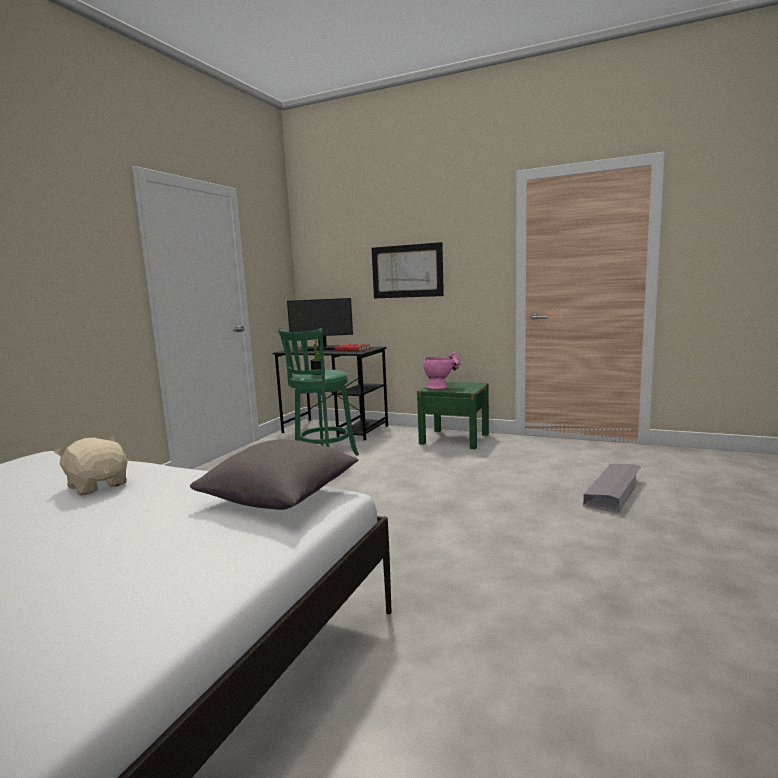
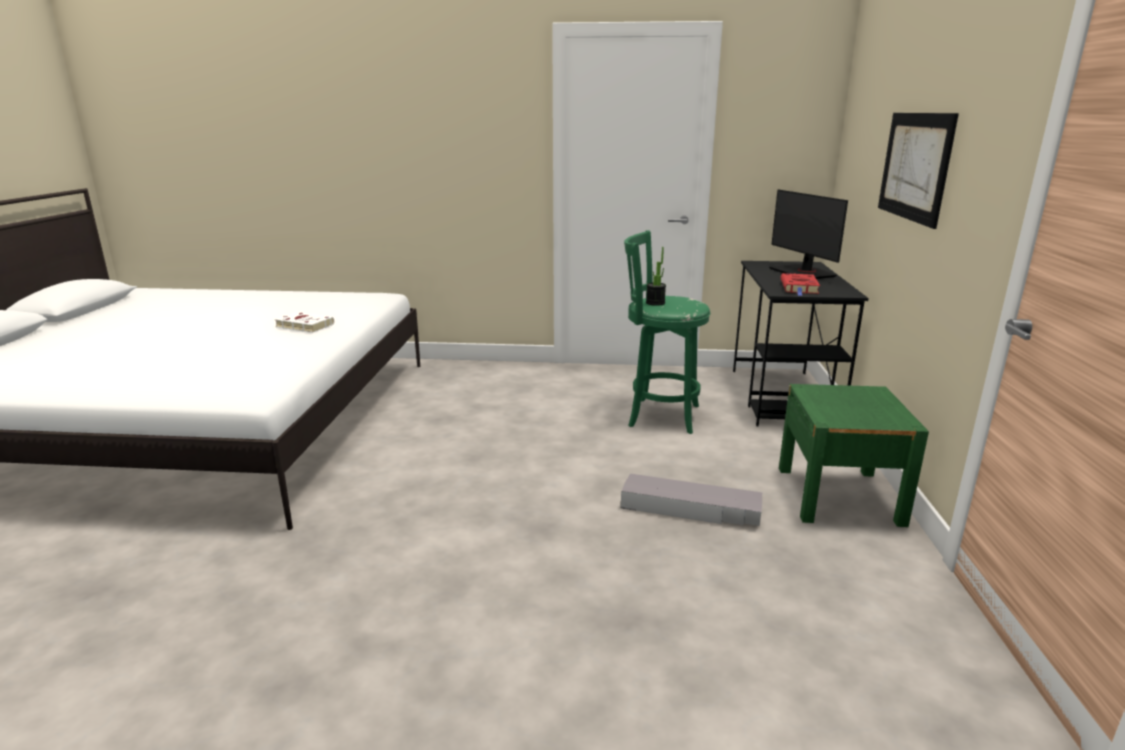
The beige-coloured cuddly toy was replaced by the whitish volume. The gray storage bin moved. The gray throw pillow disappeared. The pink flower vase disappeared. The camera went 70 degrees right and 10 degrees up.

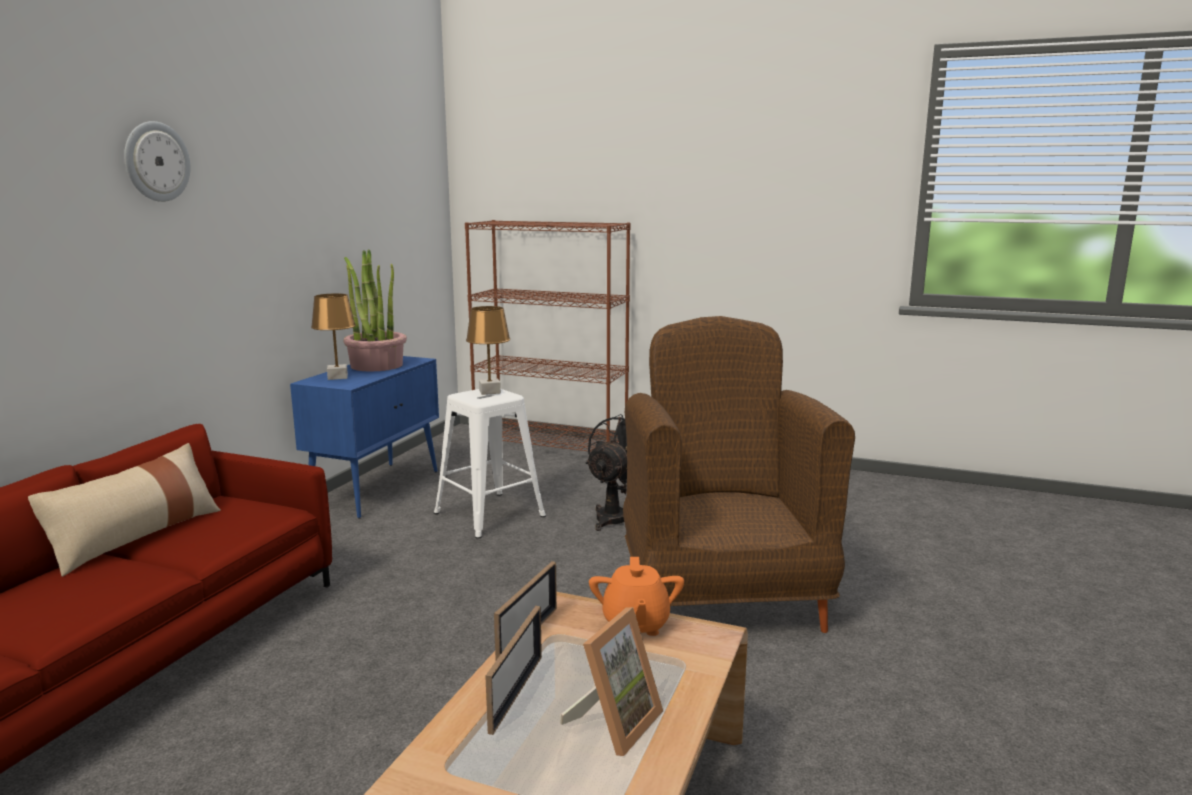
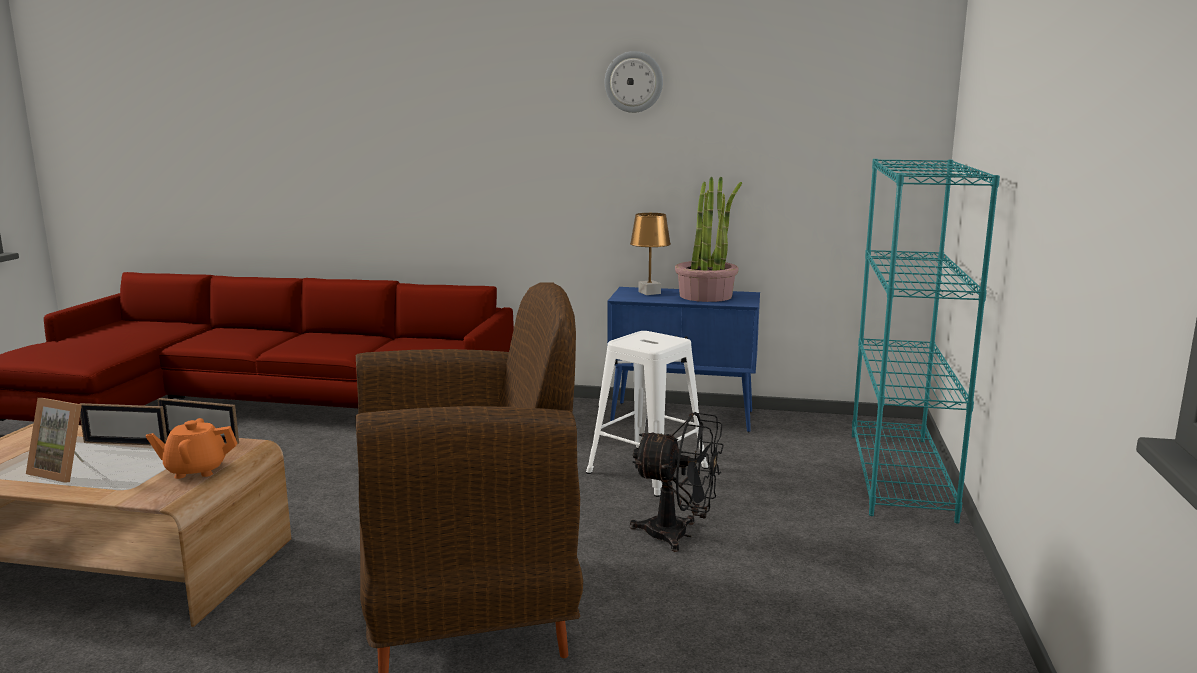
The wall clock moved. The brown-coloured shelving unit became the turquoise-coloured shelving unit. The beige-coloured throw pillow disappeared. The brown-coloured table lamp (no. 2 from left) disappeared. The camera went 80 degrees right and 0 degrees up.

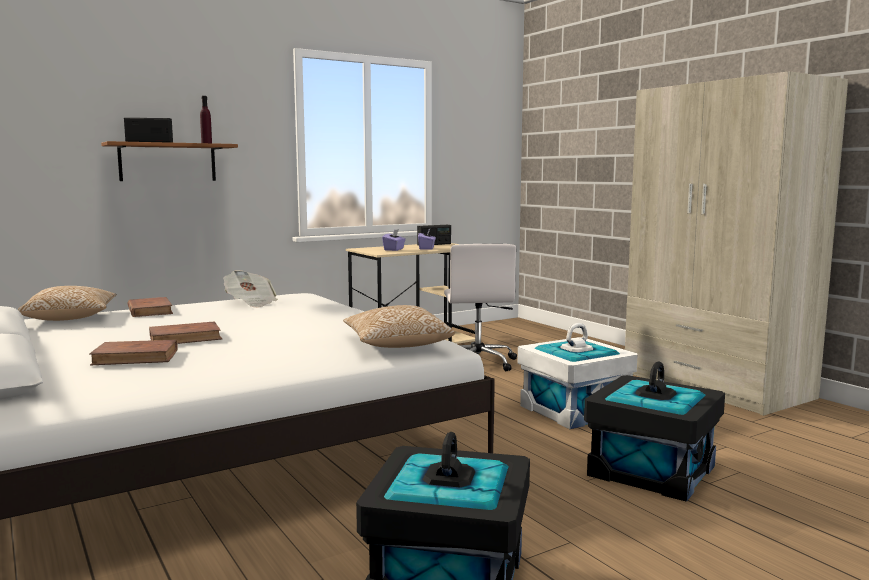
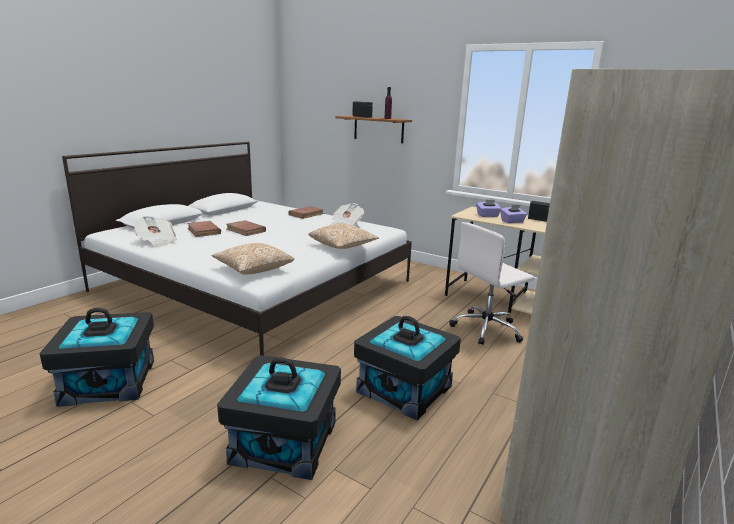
The daily paper (no. 1 from left) appeared. The throw pillow (no. 1 from left in the first image) moved. The whitish storage bin became the black-coloured storage bin (no. 3 from left). The camera went 65 degrees right and 10 degrees up.

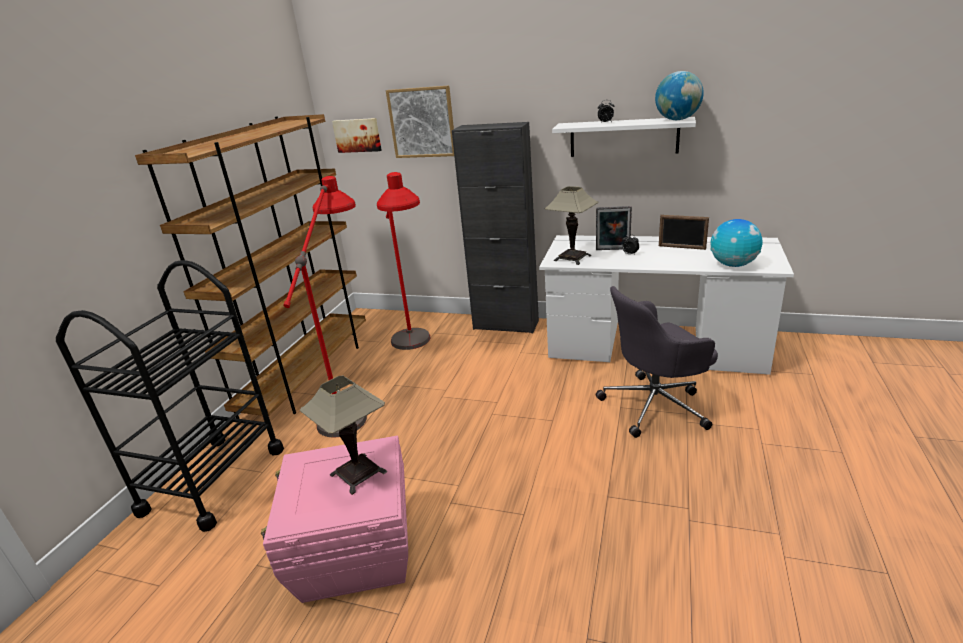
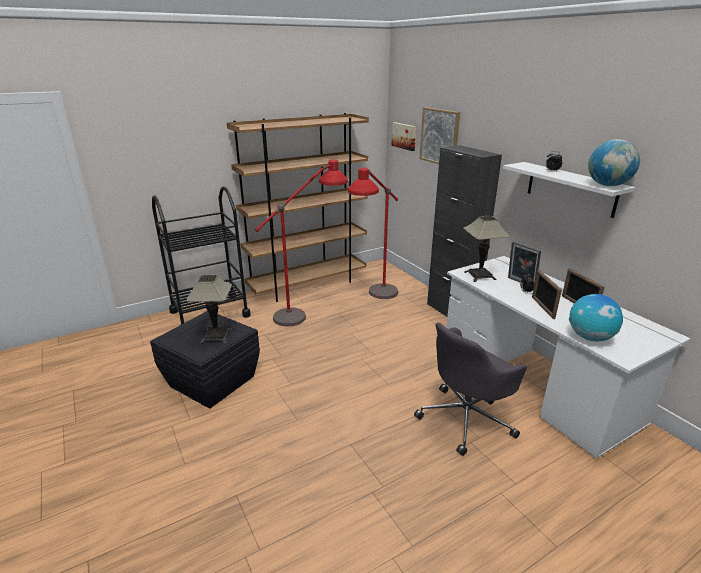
The pink storage bin became the black-coloured storage bin. The gray computer chair turned 60 degrees counterclockwise. The picture frame (no. 2 from left) appeared. The camera went 40 degrees right and 0 degrees up.

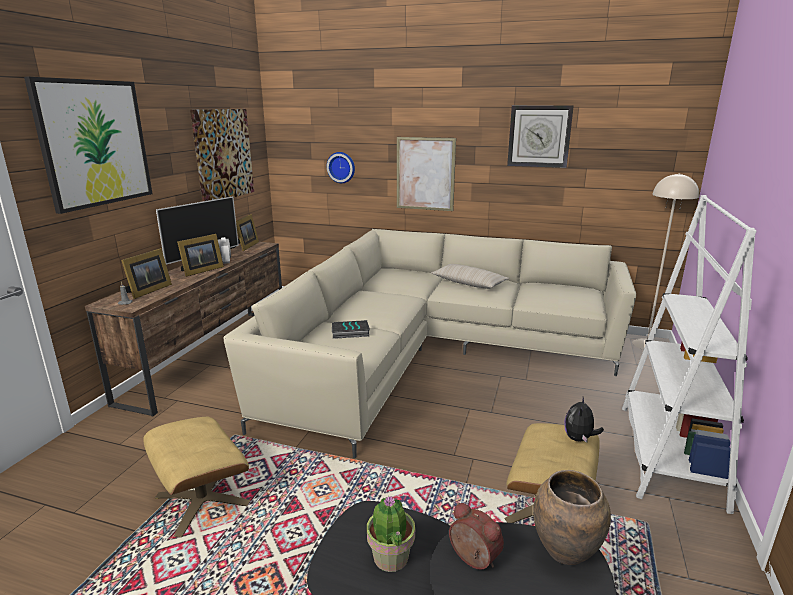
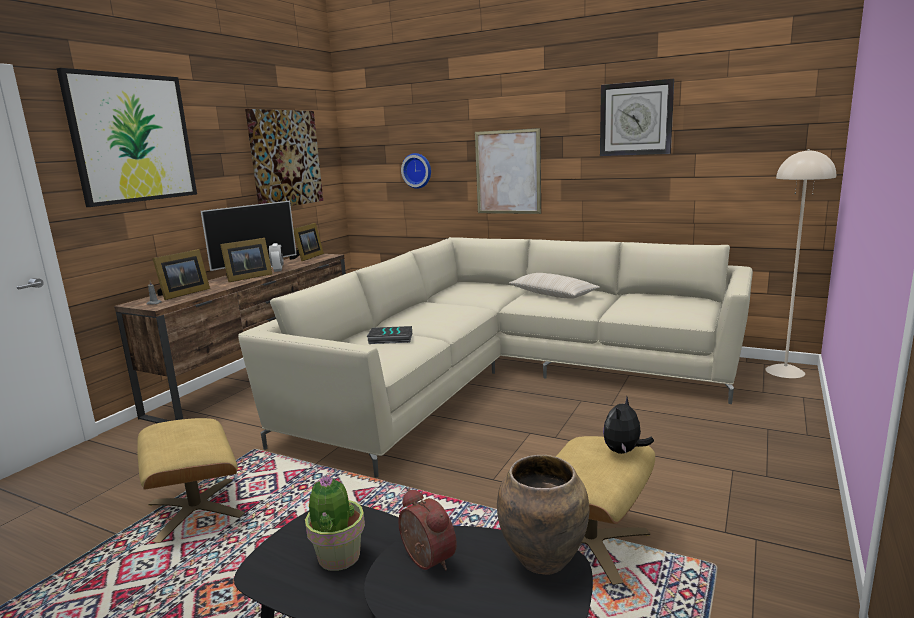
The whitish shelving unit disappeared. The camera went 10 degrees right and 5 degrees down.

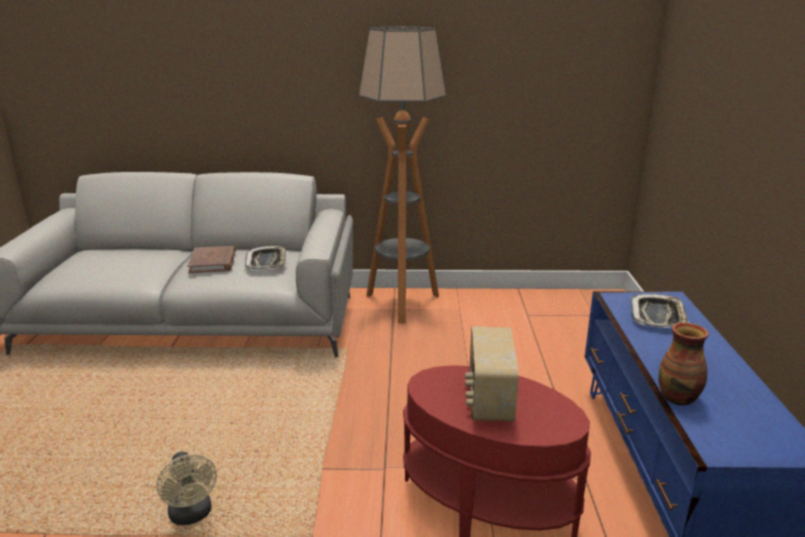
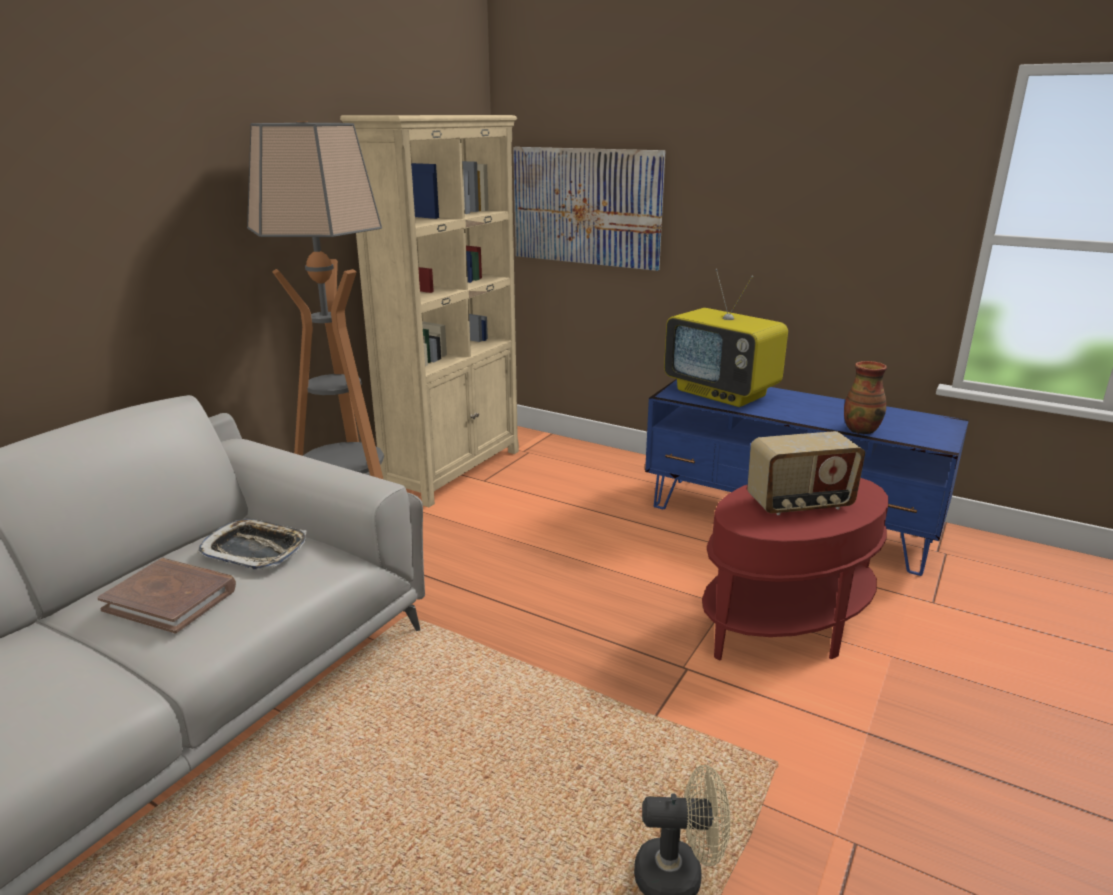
The beige-coloured shelving unit appeared. The wall art appeared. The carrying tray (no. 2 from left) was replaced by the TV set. The radio set turned 45 degrees counterclockwise. The camera went 60 degrees left and 0 degrees up.

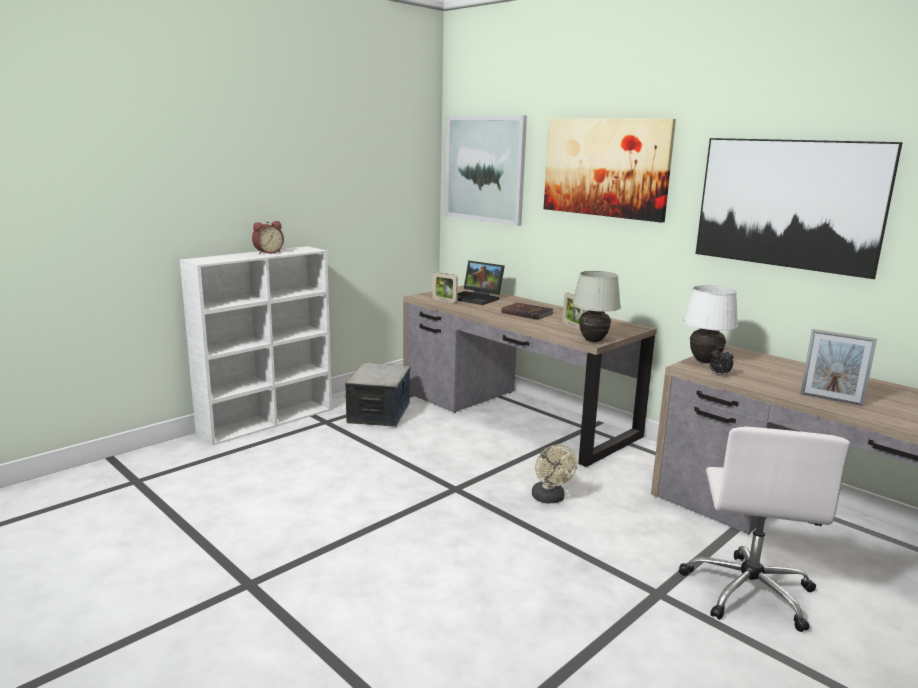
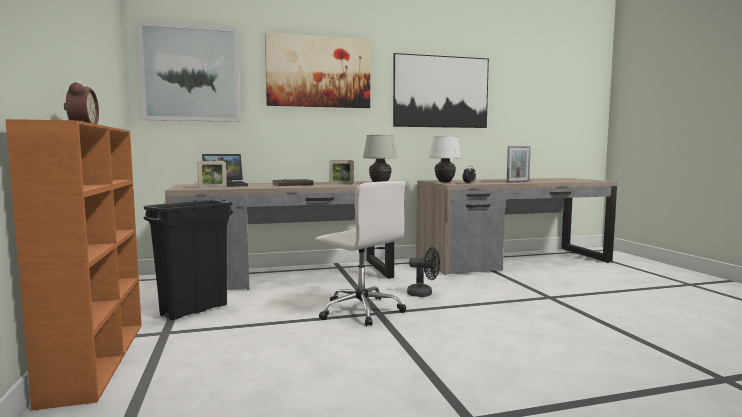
The whitish shelving unit became the orangey shelving unit. The storage bin was replaced by the black-coloured rubbish bin. The whitish computer chair moved. The beige-coloured electric fan became the black-coloured electric fan. The camera went 60 degrees left and 10 degrees down.

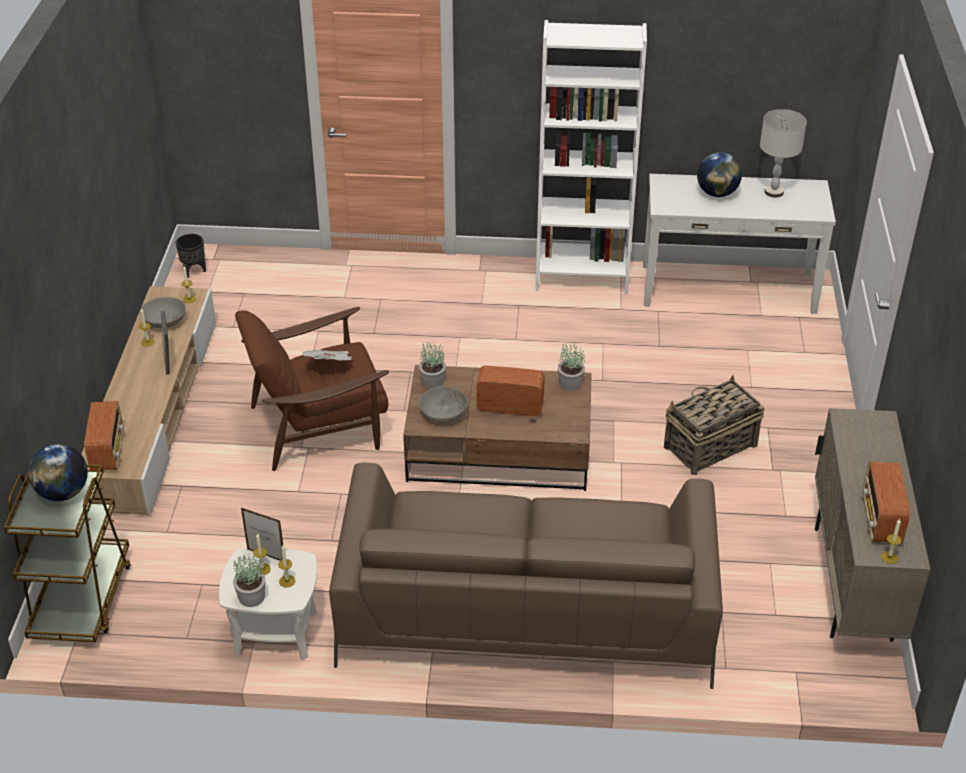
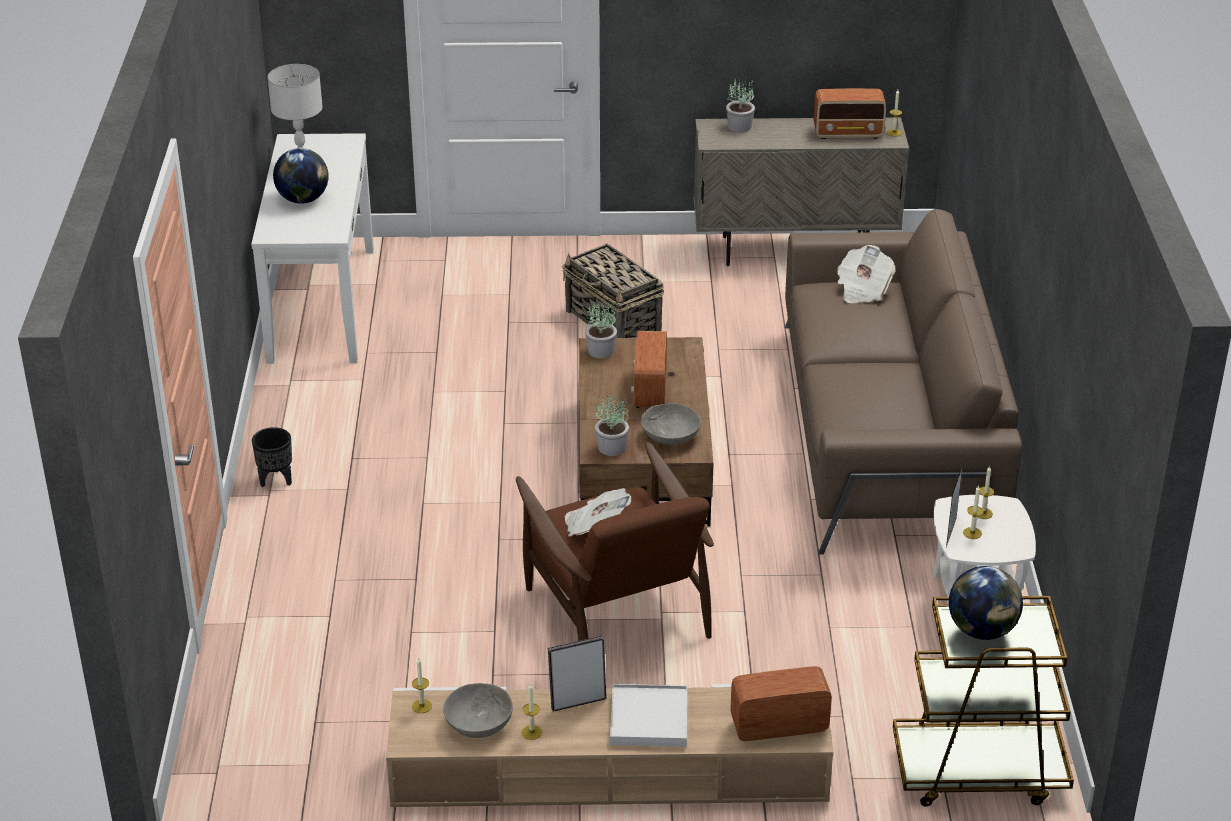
The black-coloured plant pot moved. The whitish carrying tray appeared. The houseplant (no. 1 from left in the first image) moved. The daily paper (no. 2 from left) appeared. The whitish shelving unit disappeared. The camera went 95 degrees left and 5 degrees down.

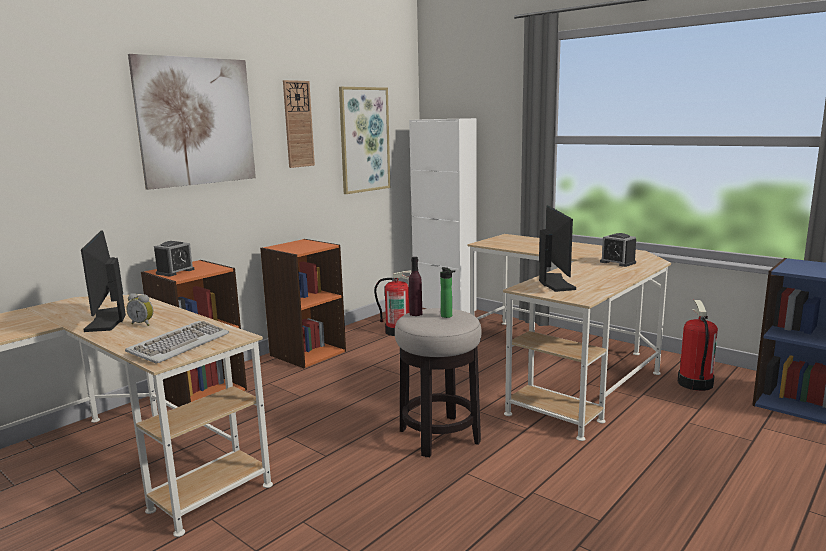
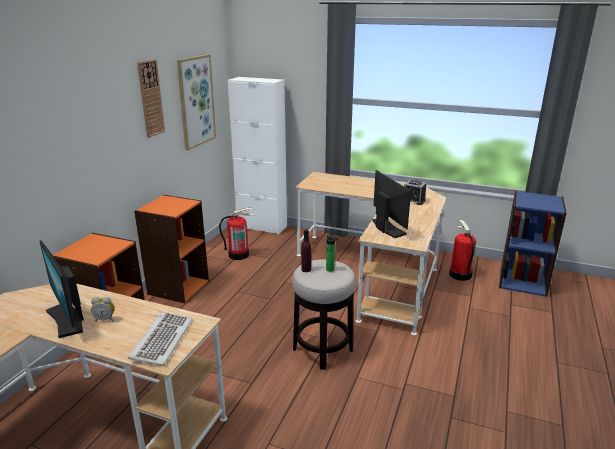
The wall art (no. 1 from left) disappeared. The alarm clock (no. 2 from left) disappeared. The camera went 20 degrees left and 10 degrees up.

